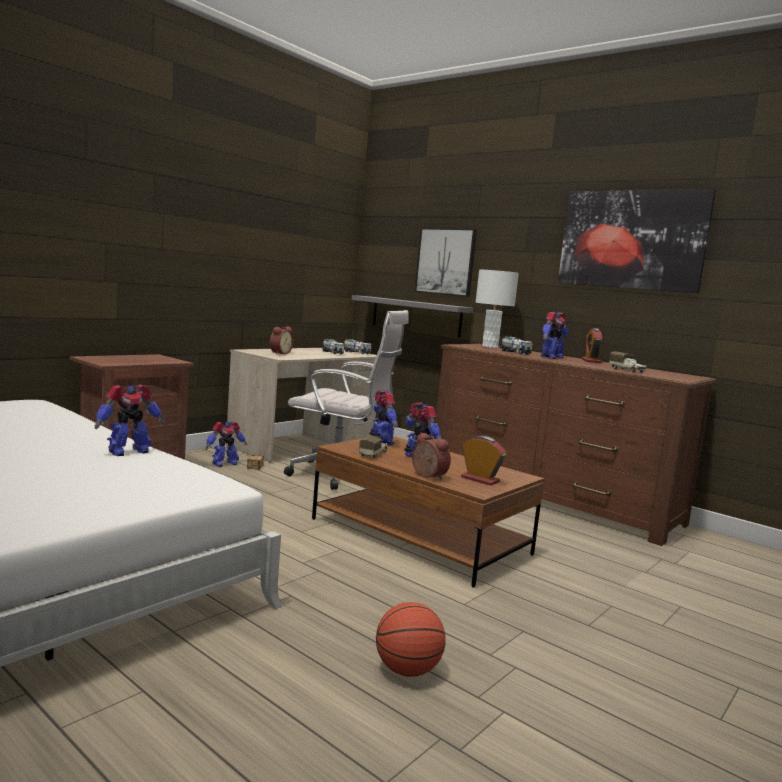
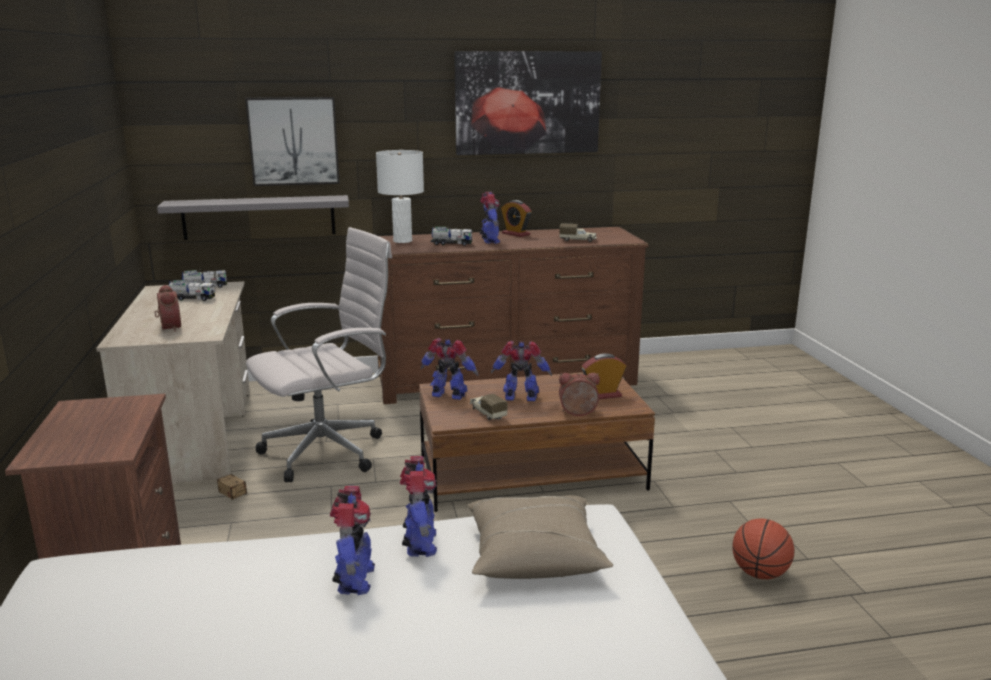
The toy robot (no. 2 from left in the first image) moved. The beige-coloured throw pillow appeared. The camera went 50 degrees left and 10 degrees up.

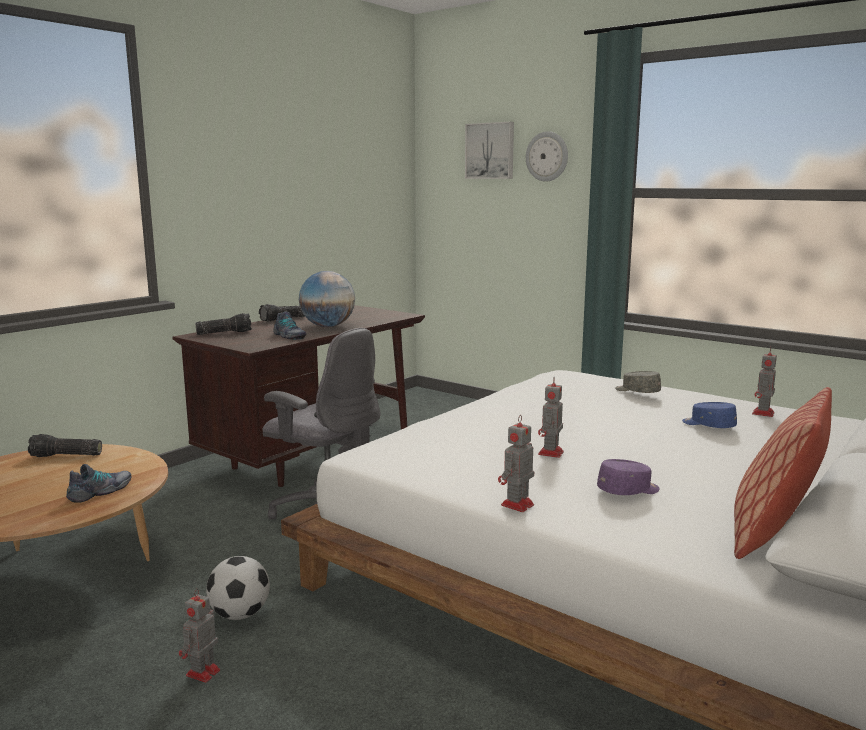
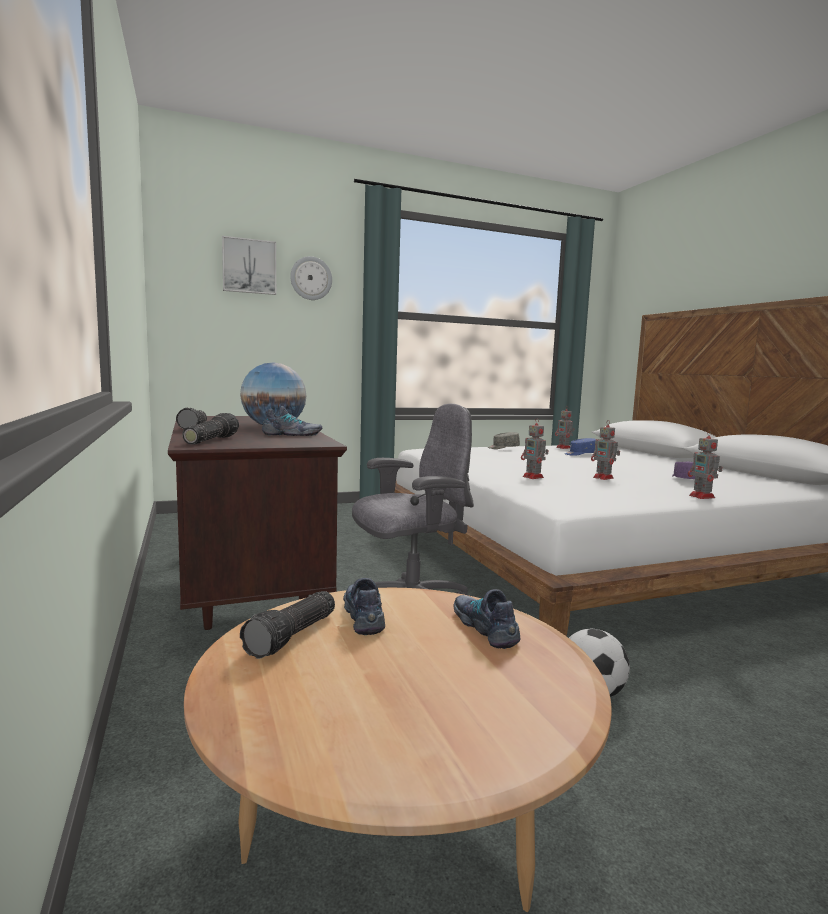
The low shoe (no. 2 from left) appeared. The toy robot (no. 1 from left) moved. The throw pillow disappeared. The camera went 60 degrees left and 5 degrees down.

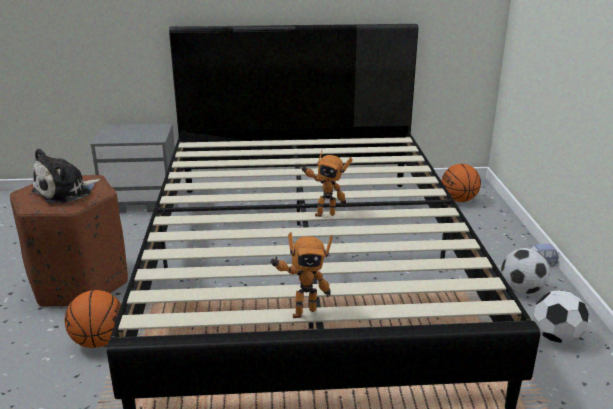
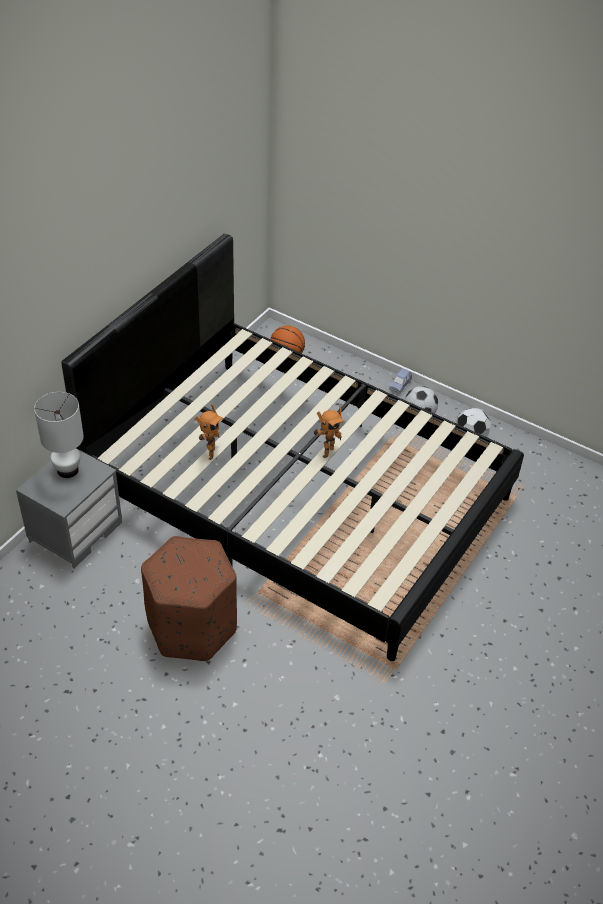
The whitish table lamp appeared. The toy robot (no. 1 from left) moved. The cuddly toy disappeared. The basketball ball (no. 1 from left) disappeared. The camera went 55 degrees left and 20 degrees up.

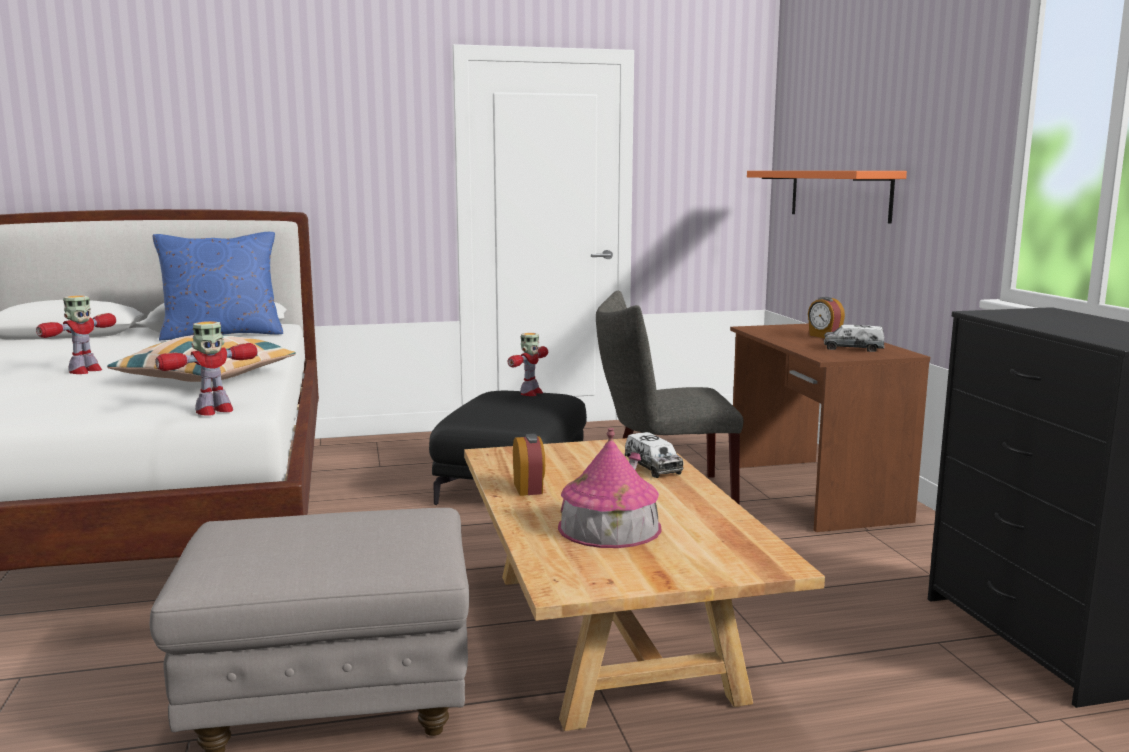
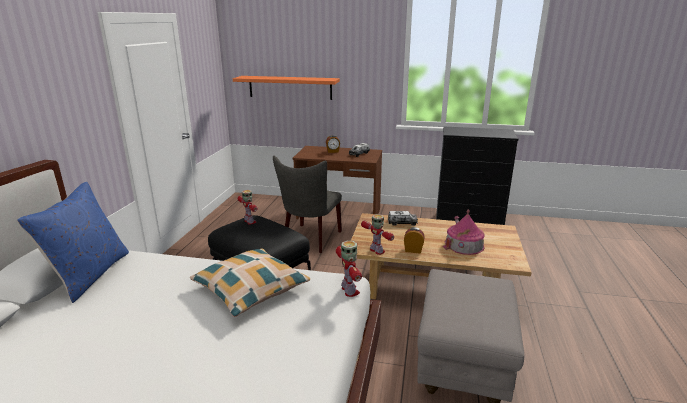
The toy robot (no. 1 from left in the first image) moved. The camera went 65 degrees left and 10 degrees up.

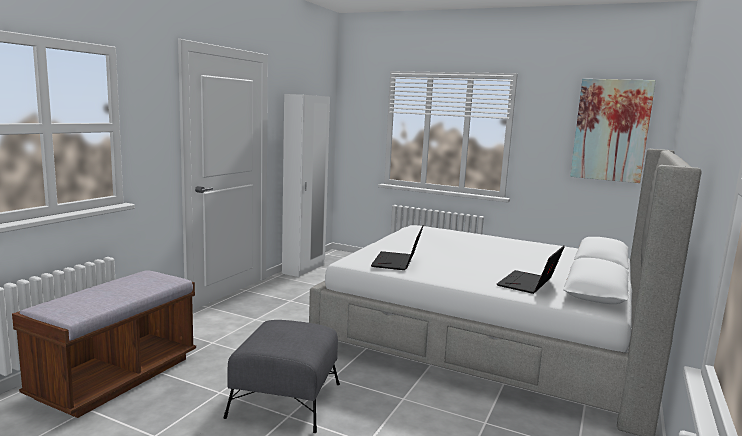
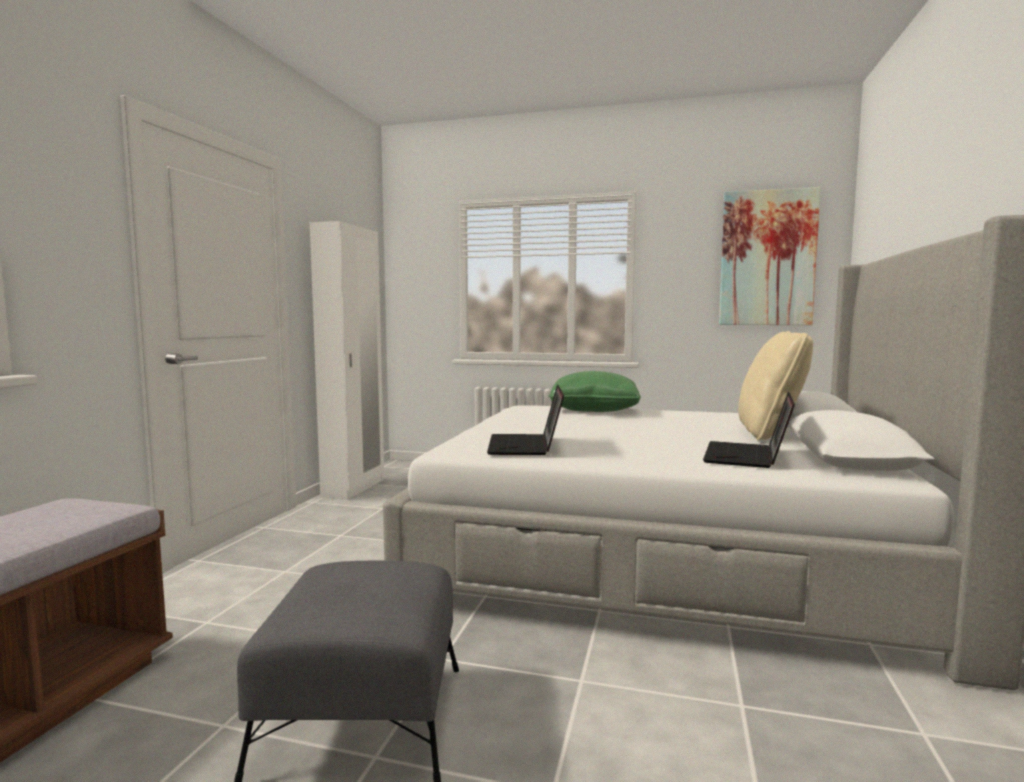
The green throw pillow appeared. The beige-coloured throw pillow appeared. The camera went 10 degrees left and 5 degrees down.

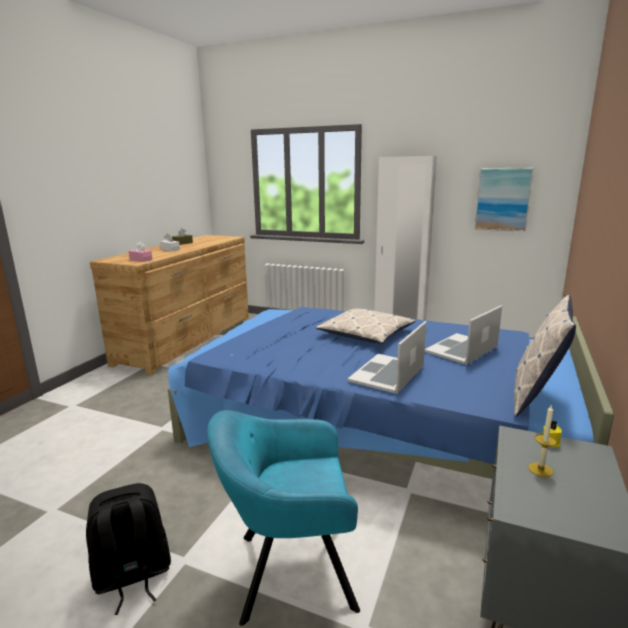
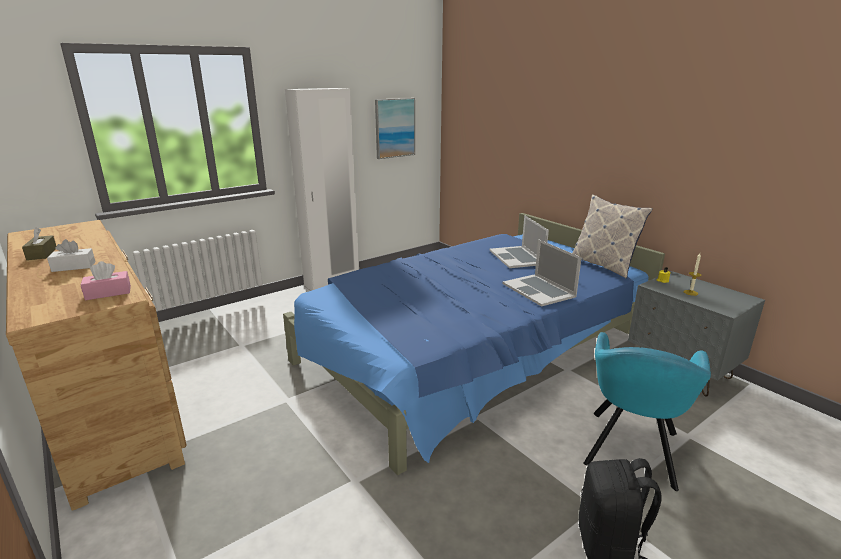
The throw pillow (no. 1 from left) disappeared. The camera went 60 degrees left and 5 degrees up.

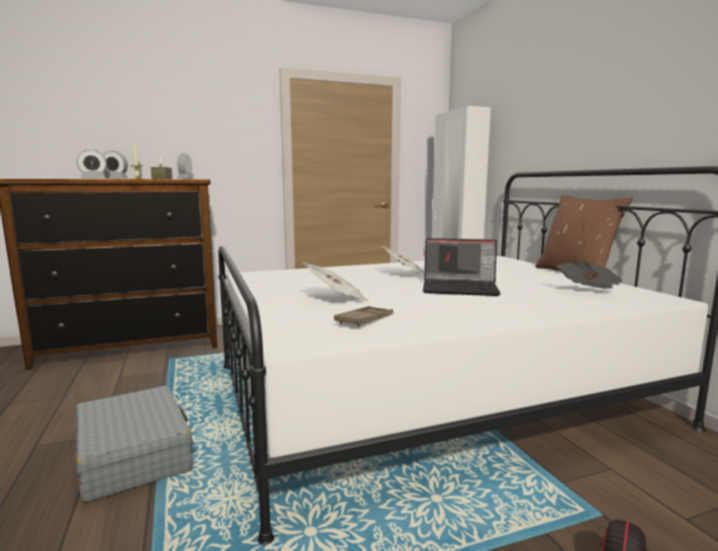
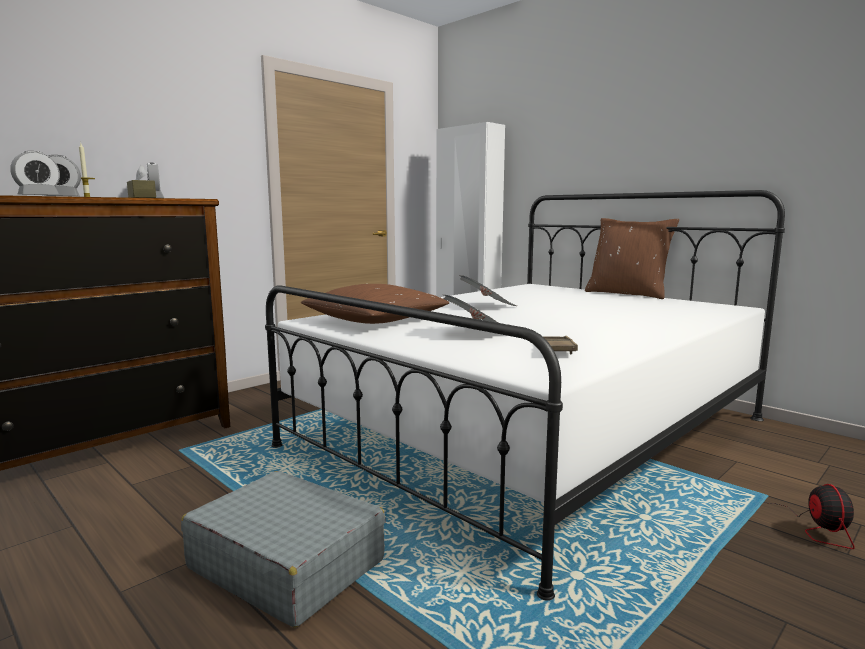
The brown-coloured throw pillow (no. 1 from left) appeared. The portable computer disappeared. The daily paper (no. 3 from left) disappeared. The camera went 25 degrees left and 0 degrees up.

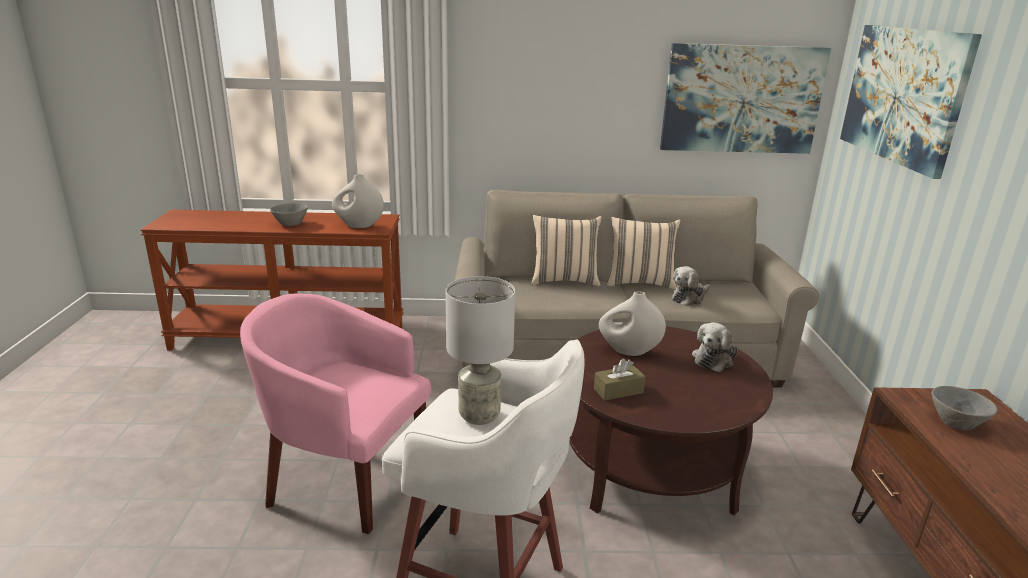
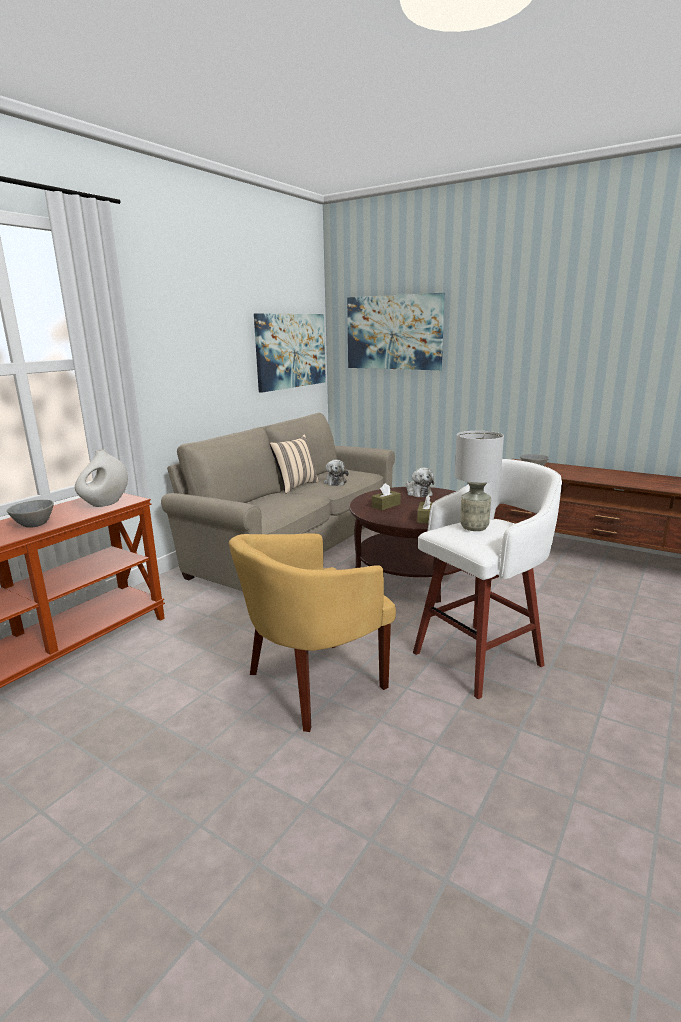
The pink easy chair became the yellowish easy chair. The whitish flower vase (no. 2 from left) was replaced by the brown-coloured tissue box (no. 1 from left). The beige-coloured throw pillow (no. 1 from left) disappeared. The camera went 55 degrees left and 5 degrees down.

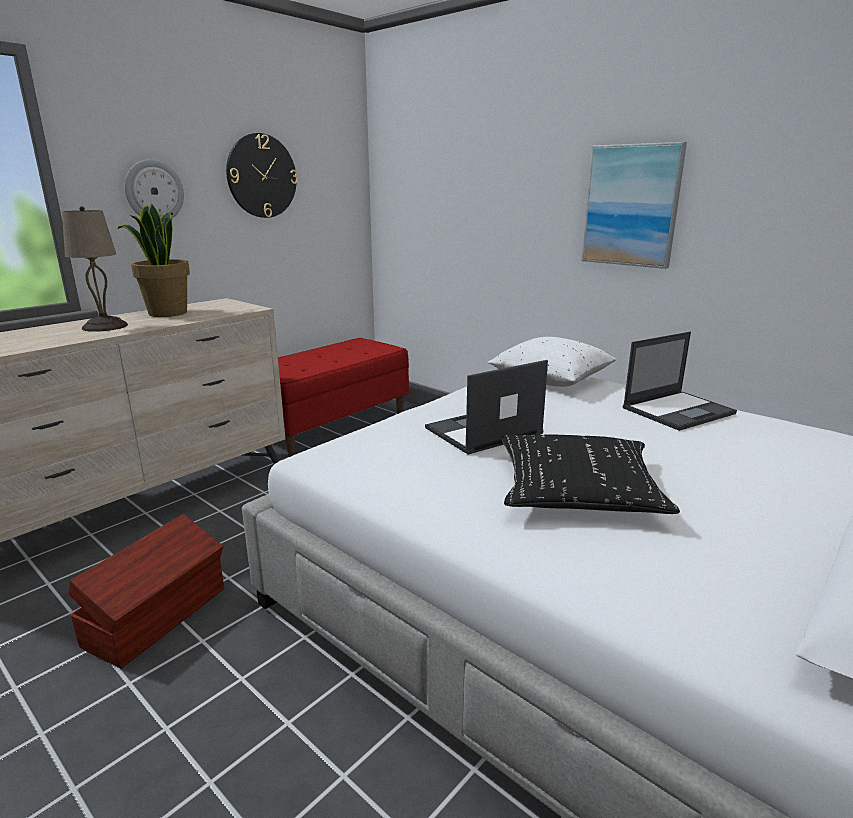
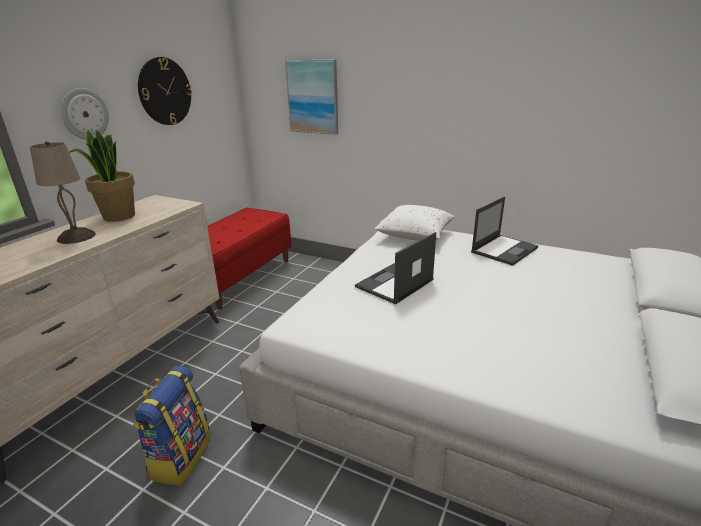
The brown-coloured storage bin was replaced by the rucksack. The wall art moved. The black-coloured throw pillow disappeared. The camera went 15 degrees left and 5 degrees up.

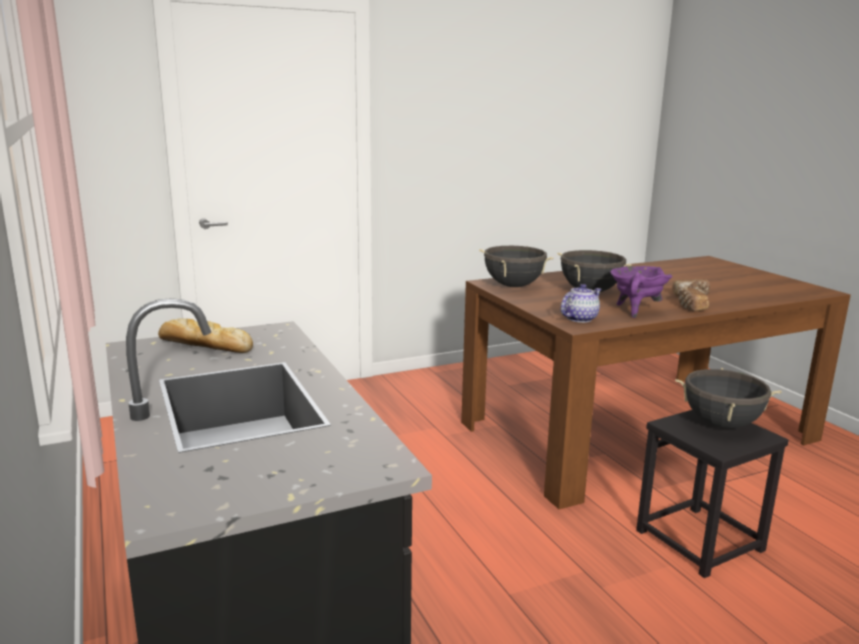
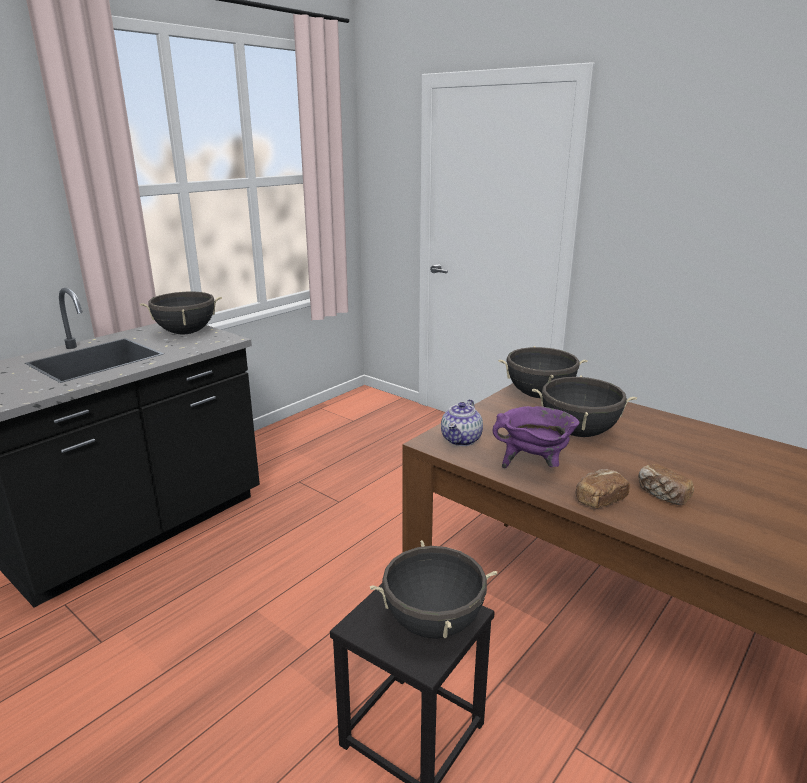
The baked bread (no. 1 from left) was replaced by the black-coloured cooking pot (no. 1 from left). The teapot turned 90 degrees clockwise. The camera went 65 degrees right and 5 degrees up.

